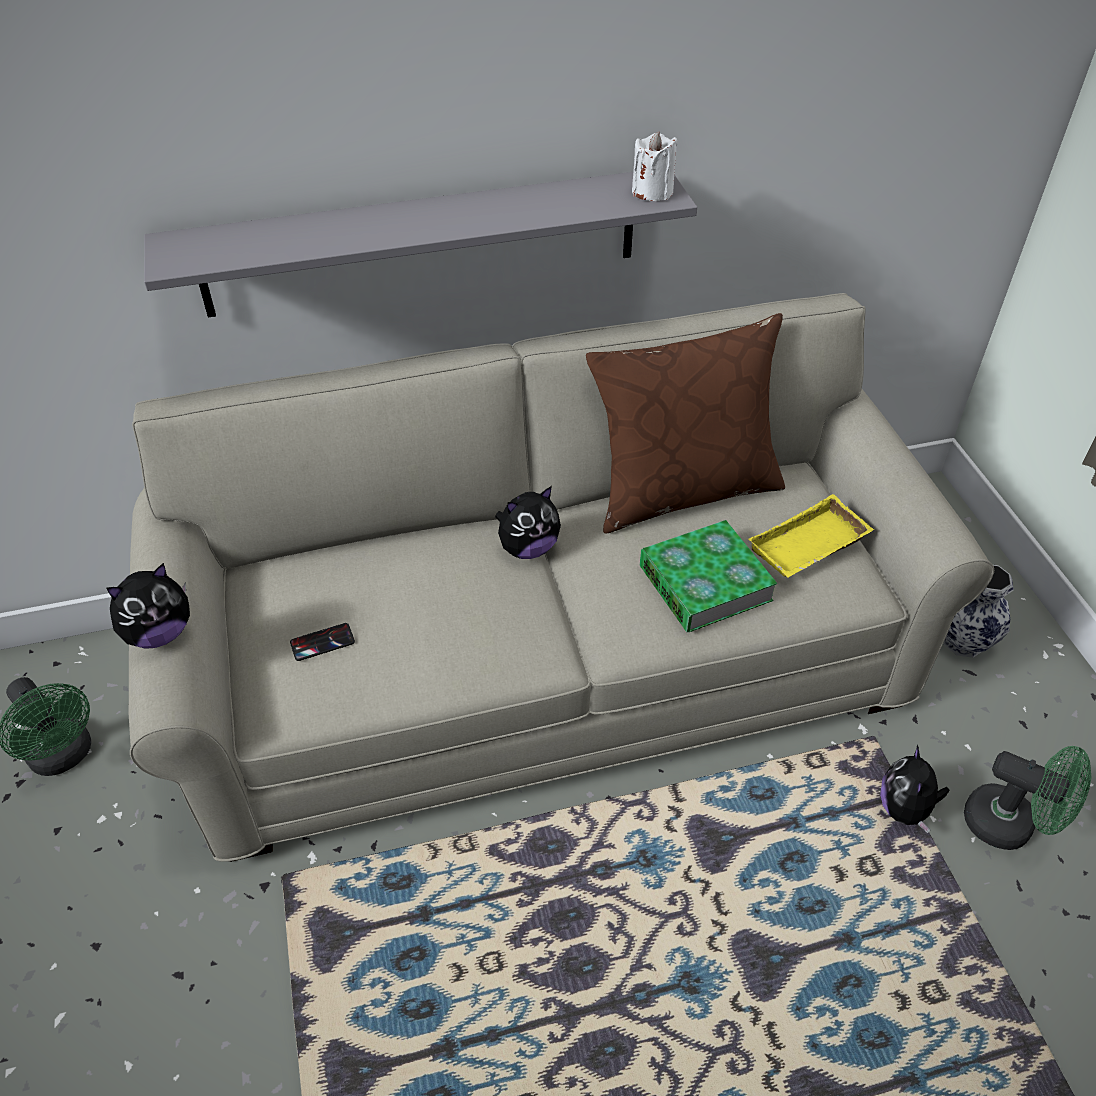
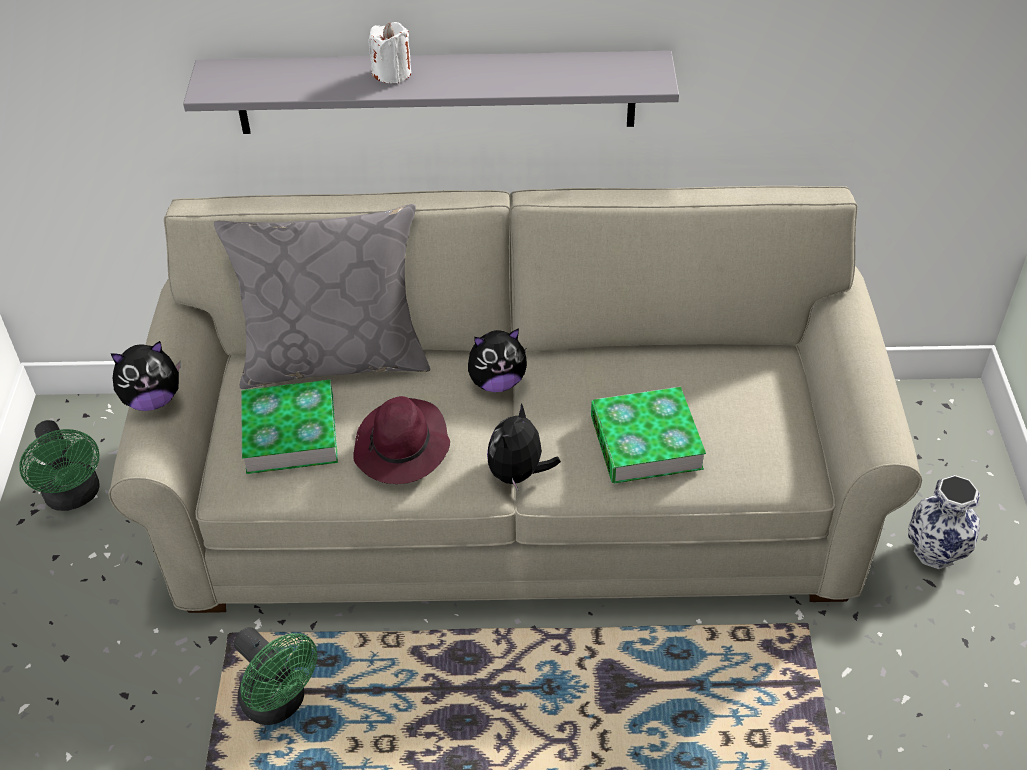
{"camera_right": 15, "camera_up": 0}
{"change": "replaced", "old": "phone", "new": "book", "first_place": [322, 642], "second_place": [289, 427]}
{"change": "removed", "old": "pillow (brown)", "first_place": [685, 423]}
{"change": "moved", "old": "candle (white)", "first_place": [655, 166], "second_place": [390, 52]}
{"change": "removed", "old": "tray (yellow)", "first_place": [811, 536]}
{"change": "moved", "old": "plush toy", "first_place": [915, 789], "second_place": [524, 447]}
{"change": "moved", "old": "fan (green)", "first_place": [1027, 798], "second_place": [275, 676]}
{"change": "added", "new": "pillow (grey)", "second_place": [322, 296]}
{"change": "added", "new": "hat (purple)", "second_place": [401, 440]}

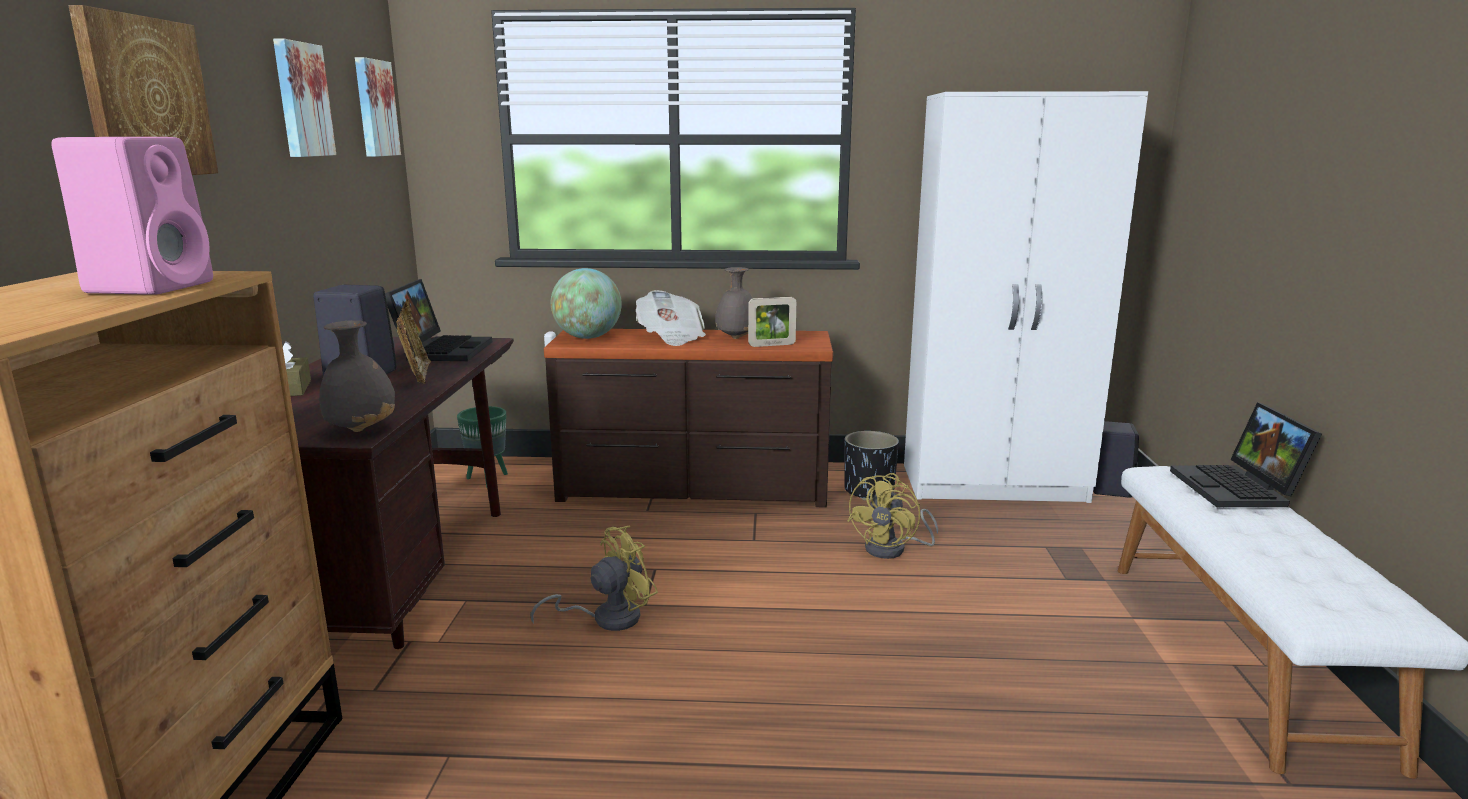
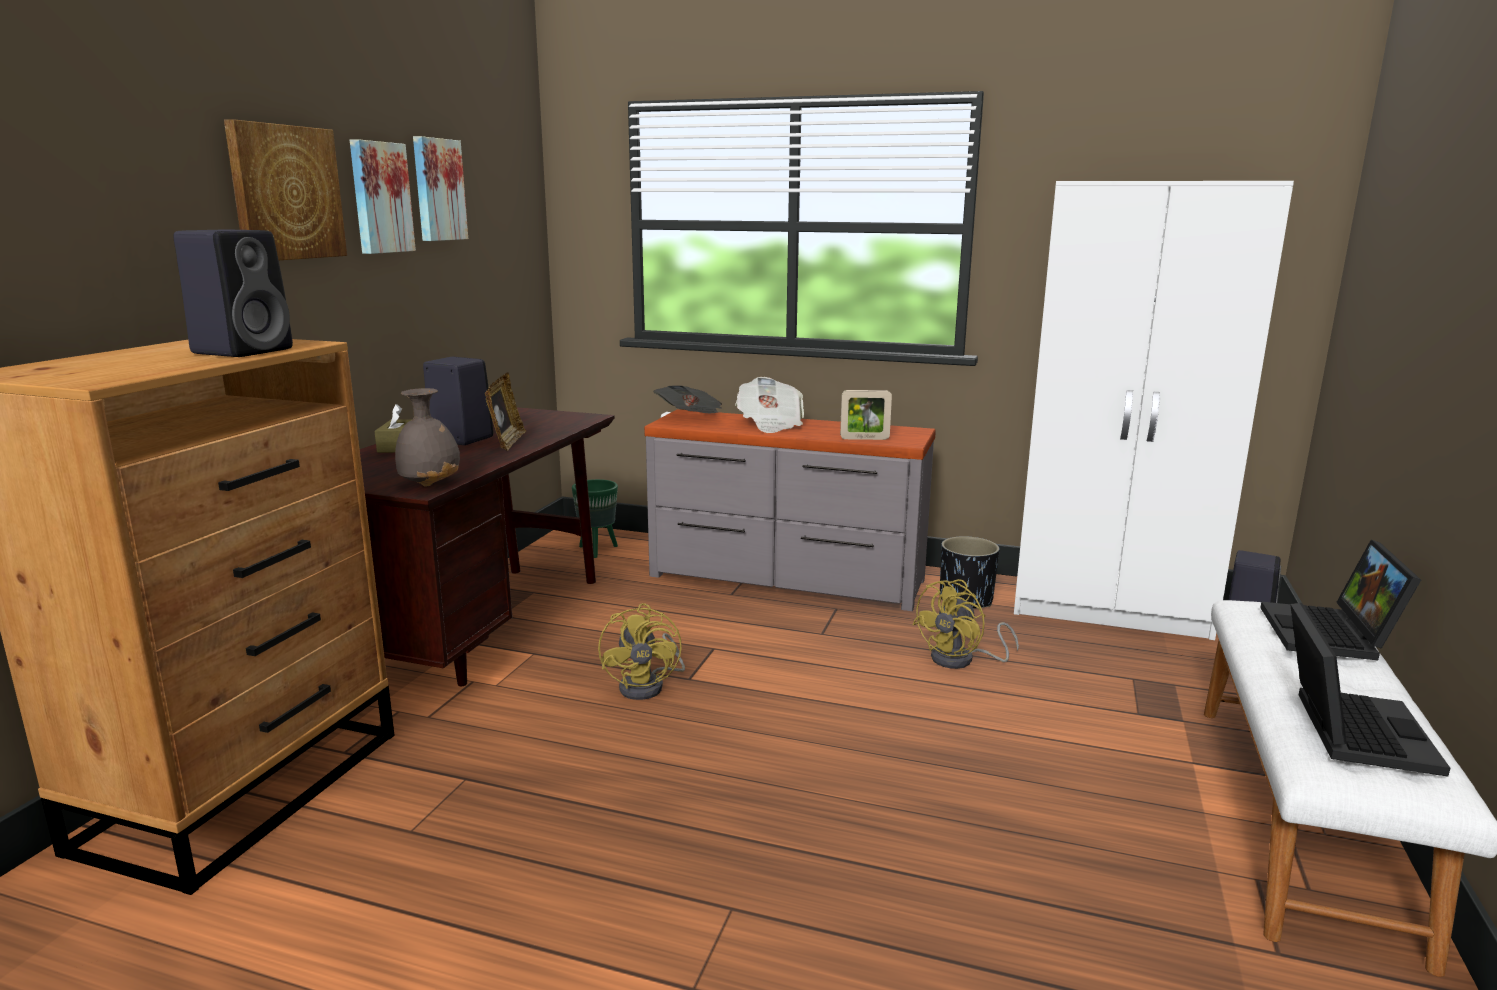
{"camera_right": 15, "camera_up": 0}
{"change": "recoloured", "old": "speaker (pink)", "new": "speaker (black)", "first_place": [132, 216], "second_place": [233, 293]}
{"change": "moved", "old": "picture", "first_place": [378, 107], "second_place": [383, 196]}
{"change": "moved", "old": "laptop", "first_place": [438, 320], "second_place": [1370, 690]}
{"change": "turned", "old": "fan (yellow)", "first_place": [594, 578], "second_place": [641, 651], "degrees": 105}
{"change": "recoloured", "old": "dresser (brown)", "new": "dresser (grey)", "first_place": [688, 418], "second_place": [790, 510]}
{"change": "replaced", "old": "globe", "new": "newspaper", "first_place": [586, 303], "second_place": [687, 399]}
{"change": "removed", "old": "vase (grey)", "first_place": [734, 303]}

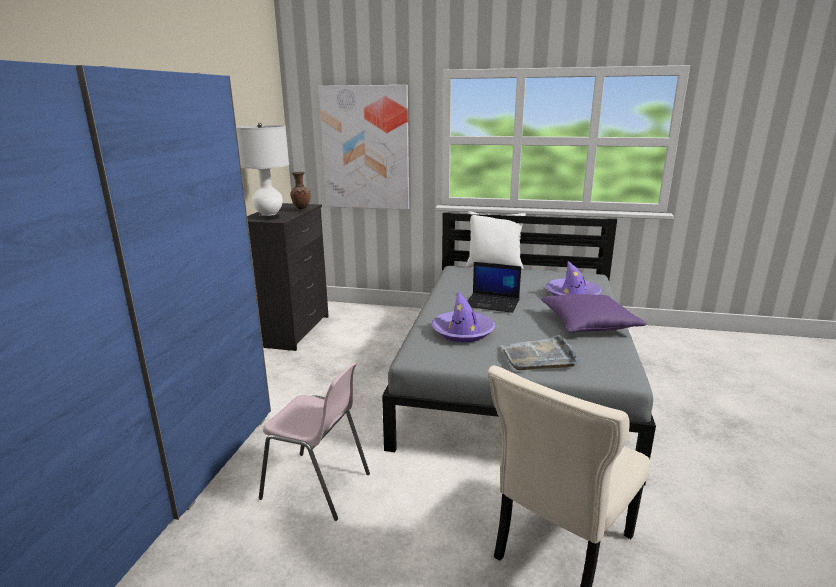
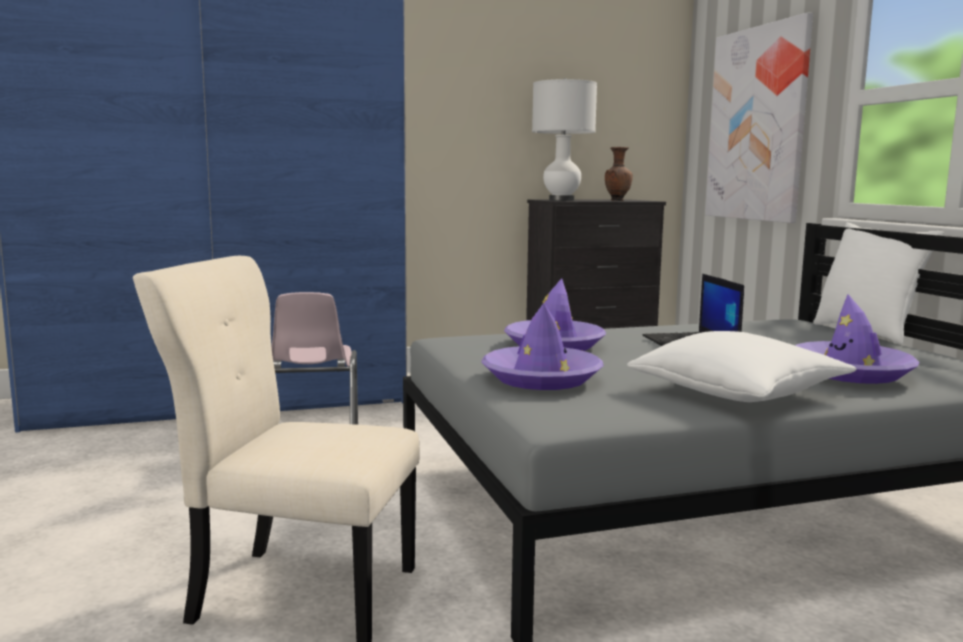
{"camera_right": 60, "camera_up": -10}
{"change": "replaced", "old": "tray (grey)", "new": "hat (purple)", "first_place": [540, 352], "second_place": [542, 346]}
{"change": "recoloured", "old": "pillow (purple)", "new": "pillow (white)", "first_place": [593, 313], "second_place": [742, 366]}

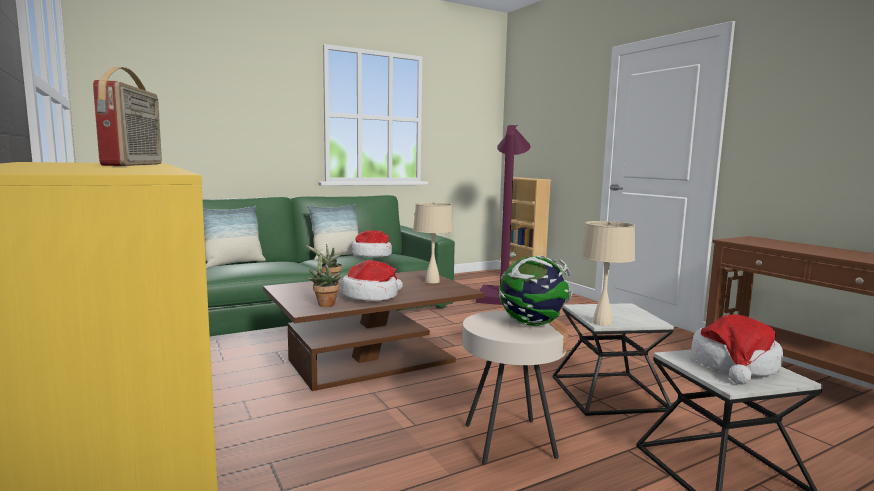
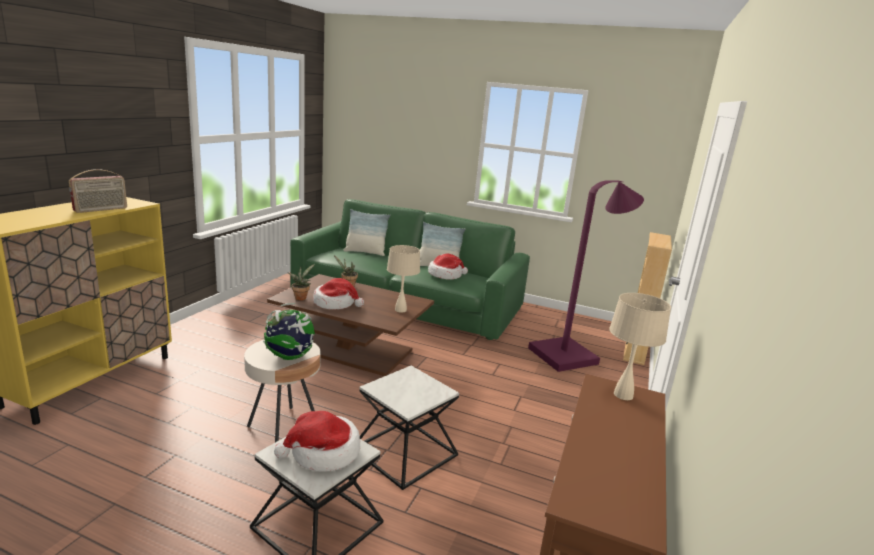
{"camera_right": 50, "camera_up": 10}
{"change": "moved", "old": "table lamp (beige)", "first_place": [607, 273], "second_place": [640, 346]}

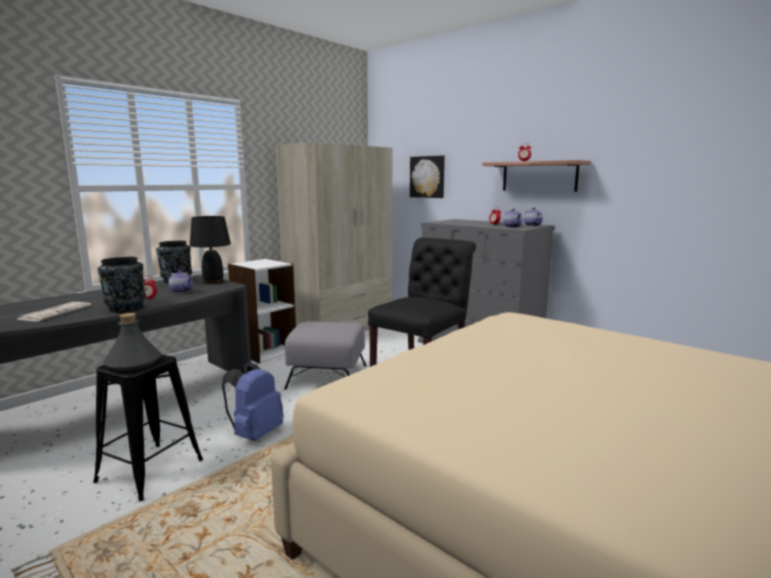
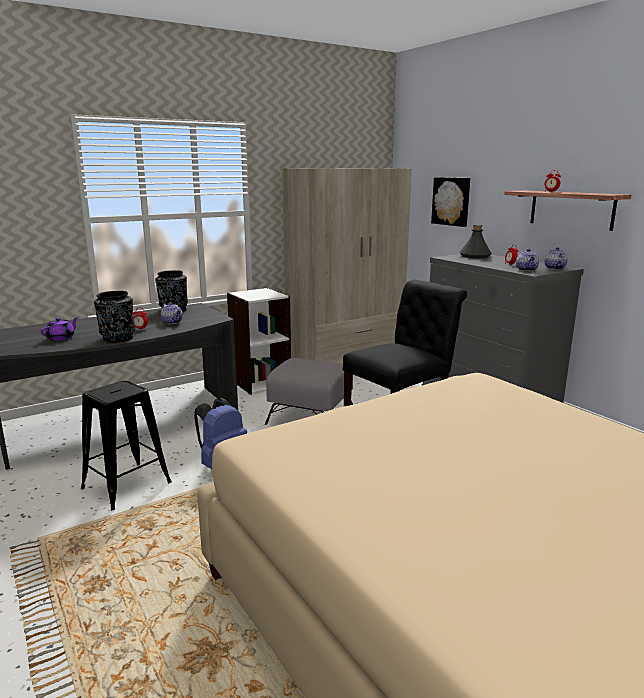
{"camera_right": 15, "camera_up": 5}
{"change": "replaced", "old": "newspaper", "new": "teapot (purple)", "first_place": [53, 311], "second_place": [60, 329]}
{"change": "moved", "old": "bottle (grey)", "first_place": [132, 342], "second_place": [475, 241]}
{"change": "removed", "old": "table lamp (black)", "first_place": [210, 250]}

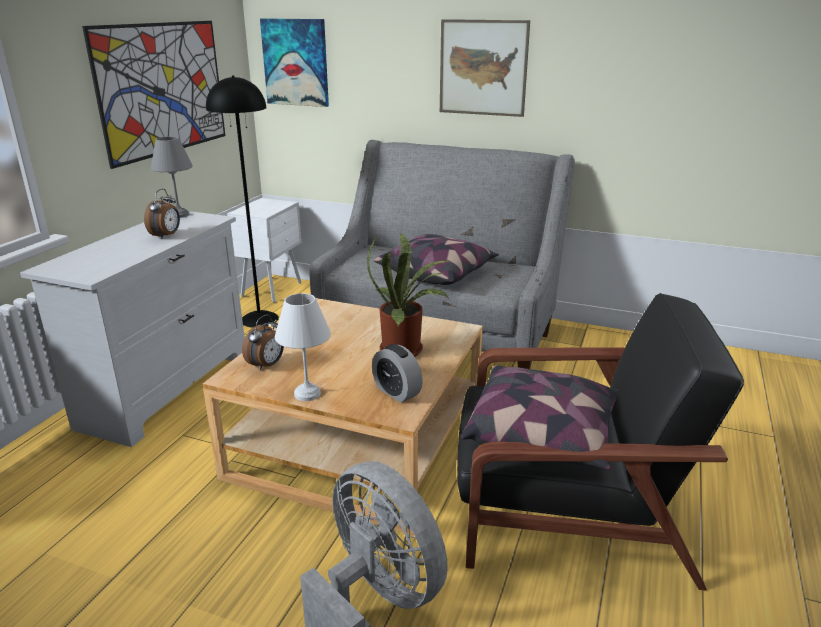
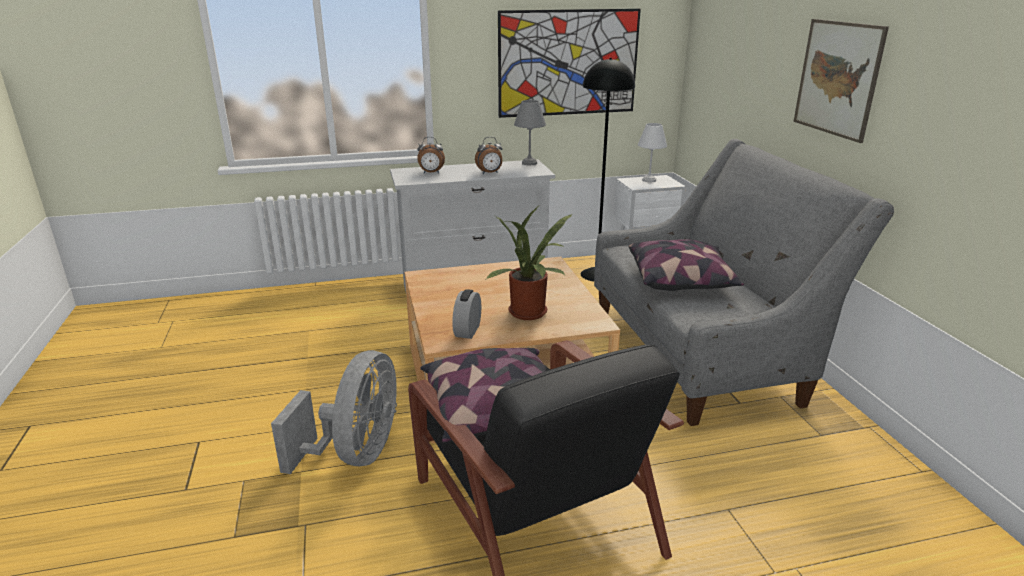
{"camera_right": 55, "camera_up": 0}
{"change": "moved", "old": "alarm clock", "first_place": [263, 343], "second_place": [431, 155]}
{"change": "removed", "old": "picture", "first_place": [294, 62]}
{"change": "moved", "old": "table lamp (white)", "first_place": [303, 347], "second_place": [652, 152]}

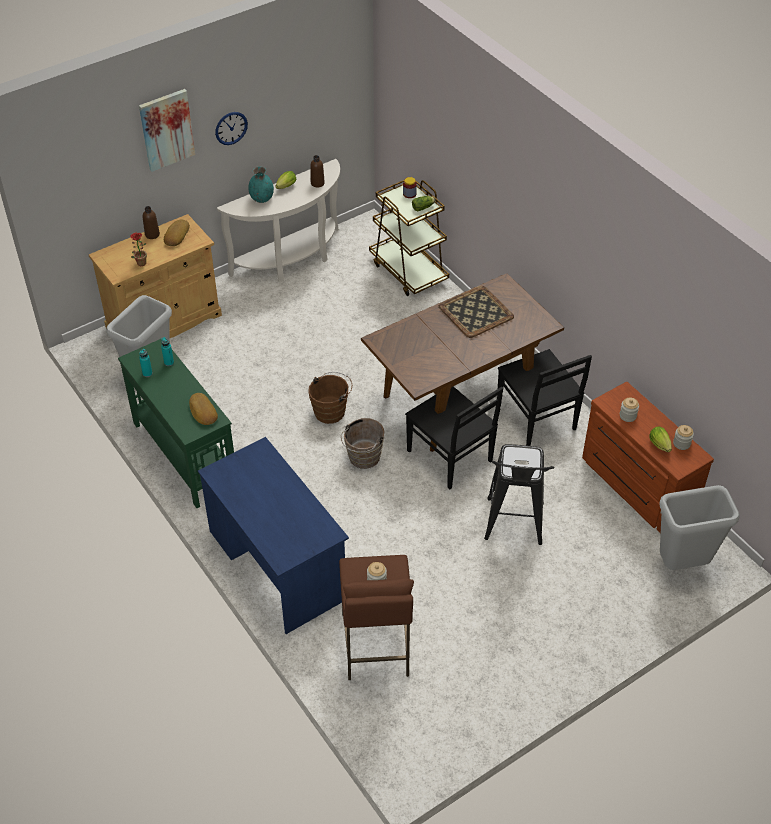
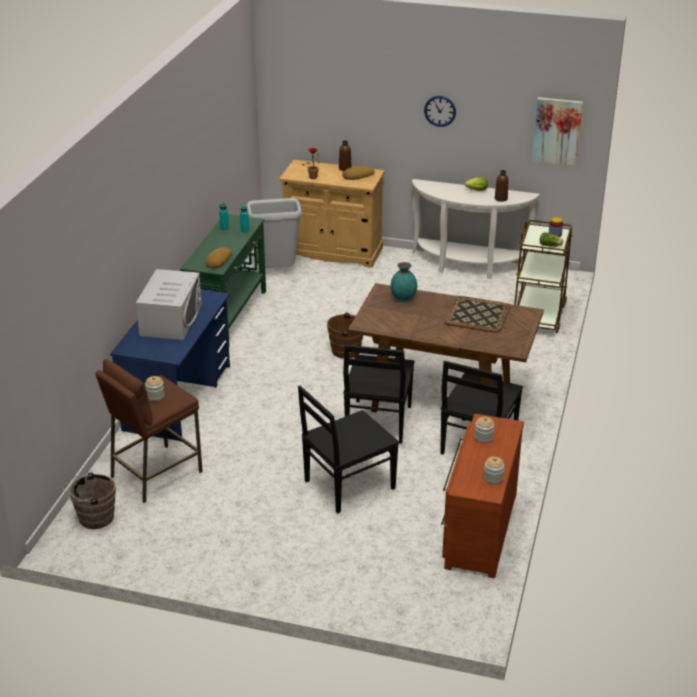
{"camera_right": 50, "camera_up": -15}
{"change": "moved", "old": "picture", "first_place": [167, 130], "second_place": [557, 131]}
{"change": "moved", "old": "vase (turquoise)", "first_place": [261, 185], "second_place": [403, 281]}
{"change": "moved", "old": "bucket (brown)", "first_place": [362, 443], "second_place": [89, 500]}
{"change": "replaced", "old": "stool (black)", "new": "chair (black)", "first_place": [519, 494], "second_place": [348, 449]}
{"change": "removed", "old": "lettuce", "first_place": [660, 439]}
{"change": "removed", "old": "trash can (grey)", "first_place": [699, 527]}
{"change": "added", "new": "microwave (white)", "second_place": [169, 304]}

